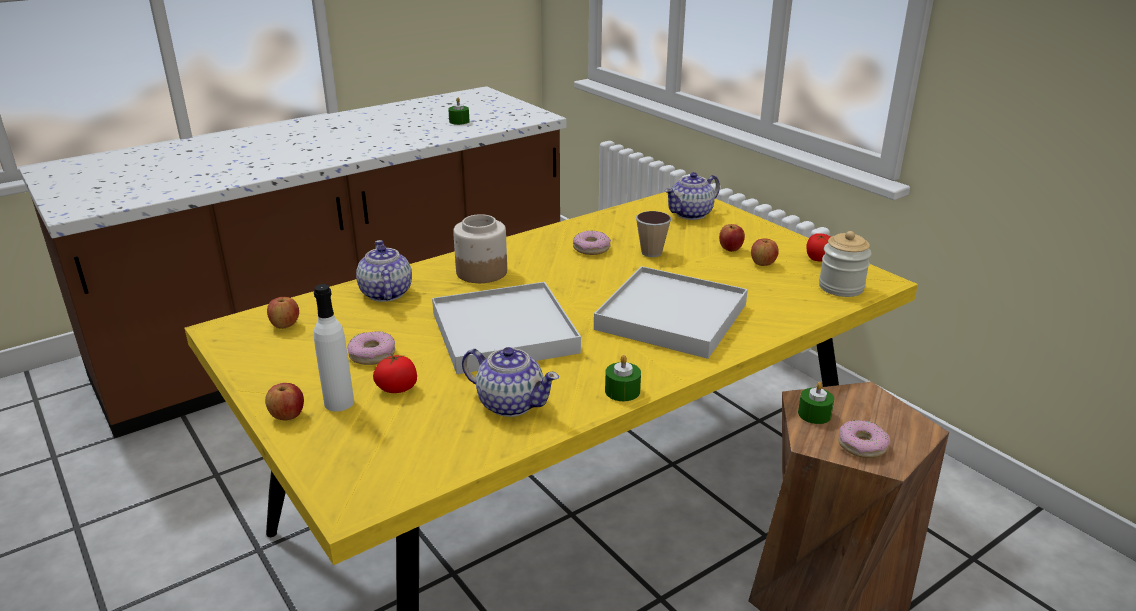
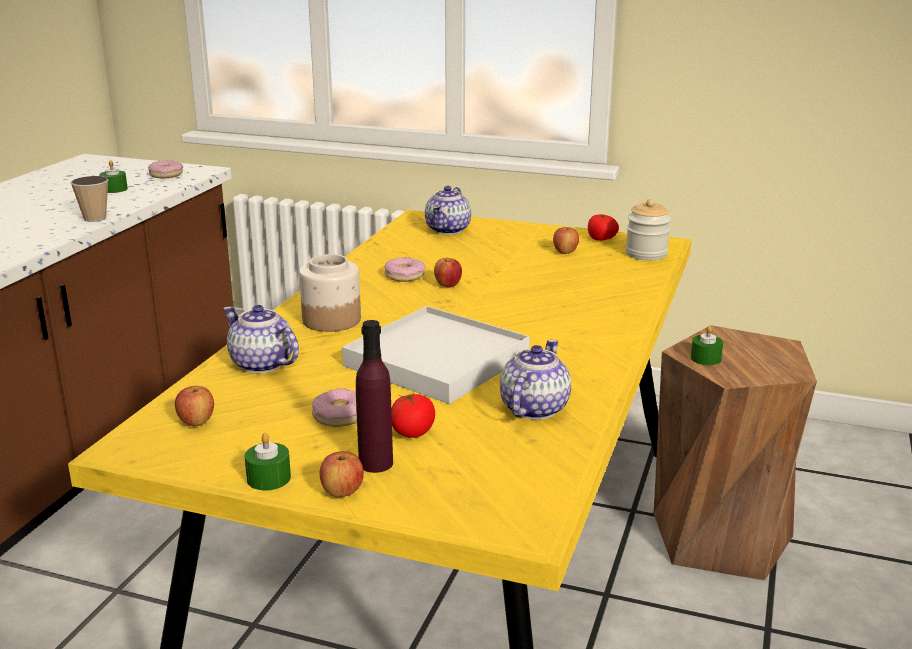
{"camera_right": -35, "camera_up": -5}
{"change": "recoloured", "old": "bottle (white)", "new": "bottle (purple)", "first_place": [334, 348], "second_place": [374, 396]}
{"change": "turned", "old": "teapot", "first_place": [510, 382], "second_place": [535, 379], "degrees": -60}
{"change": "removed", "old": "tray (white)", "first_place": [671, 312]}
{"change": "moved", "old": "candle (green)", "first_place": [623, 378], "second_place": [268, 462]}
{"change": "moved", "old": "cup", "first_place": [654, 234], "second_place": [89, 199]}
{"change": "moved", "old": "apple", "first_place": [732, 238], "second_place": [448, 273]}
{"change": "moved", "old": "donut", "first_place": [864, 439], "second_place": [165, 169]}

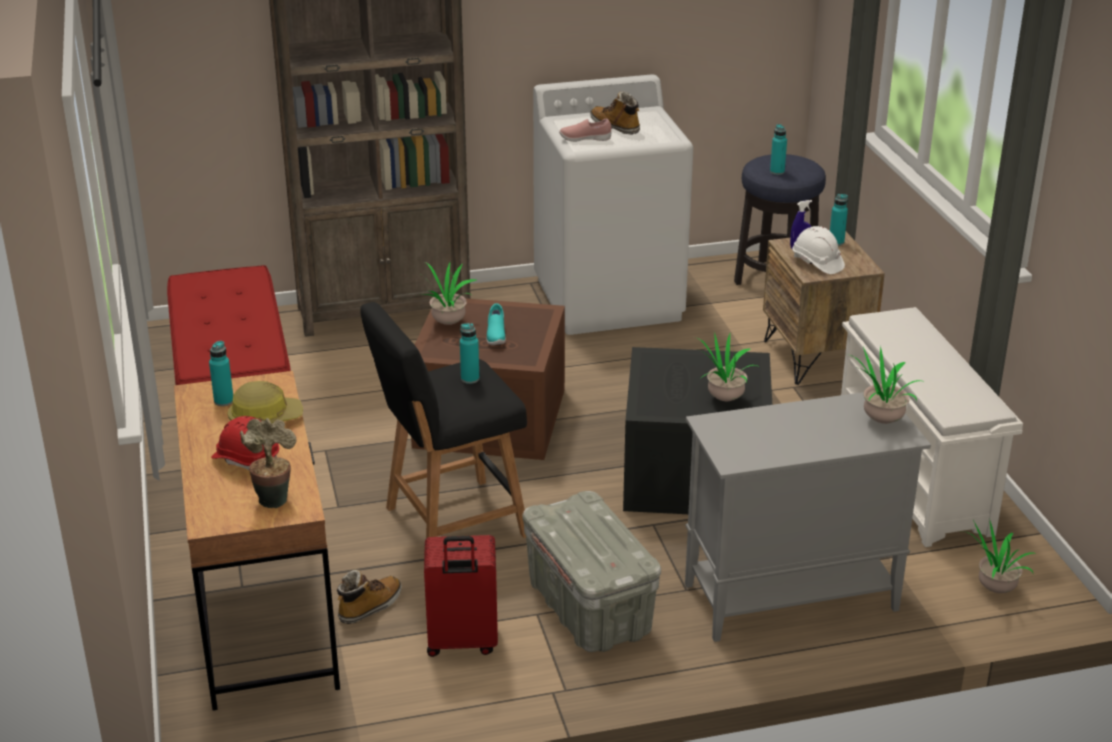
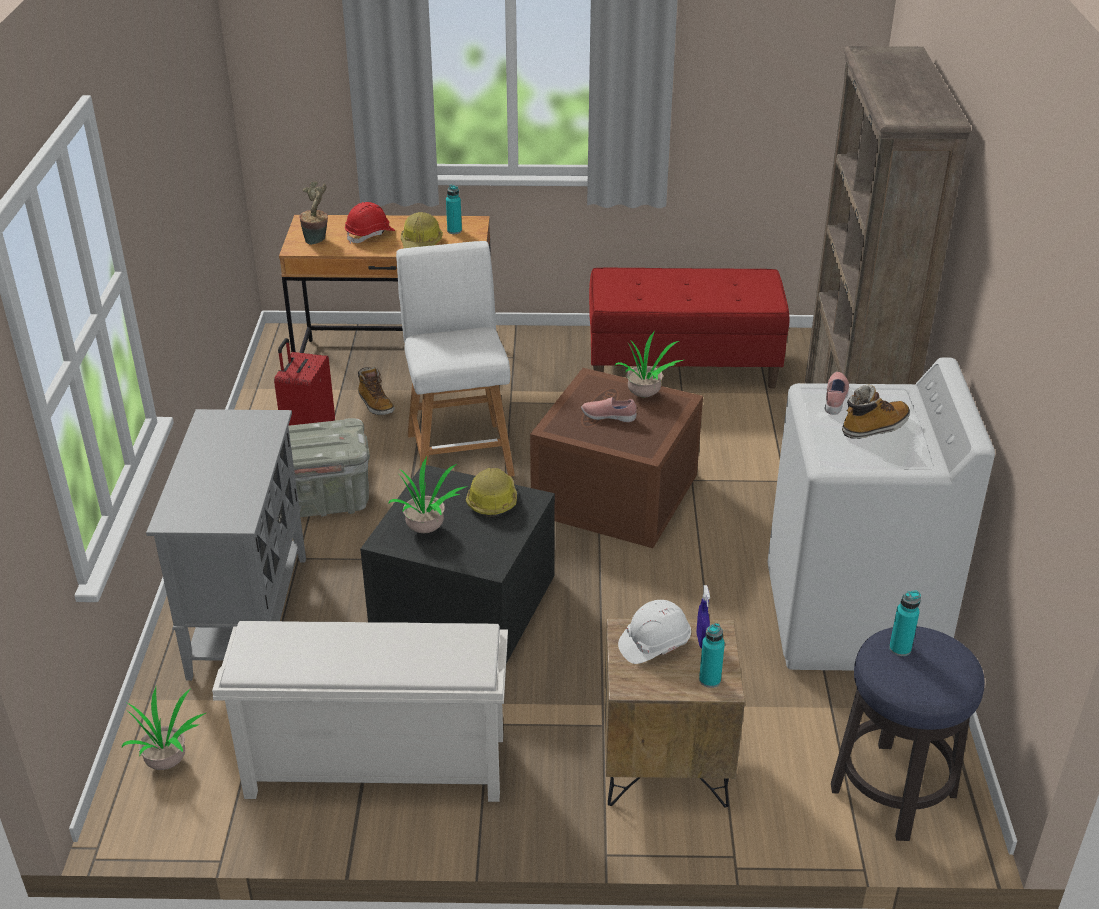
{"camera_right": 105, "camera_up": 5}
{"change": "recoloured", "old": "stool (black)", "new": "stool (white)", "first_place": [443, 420], "second_place": [455, 359]}
{"change": "removed", "old": "bottle (turquoise)", "first_place": [469, 353]}
{"change": "recoloured", "old": "shoe (turquoise)", "new": "shoe (pink)", "first_place": [496, 324], "second_place": [609, 409]}
{"change": "removed", "old": "potted plant", "first_place": [886, 384]}
{"change": "added", "new": "hard hat", "second_place": [491, 492]}

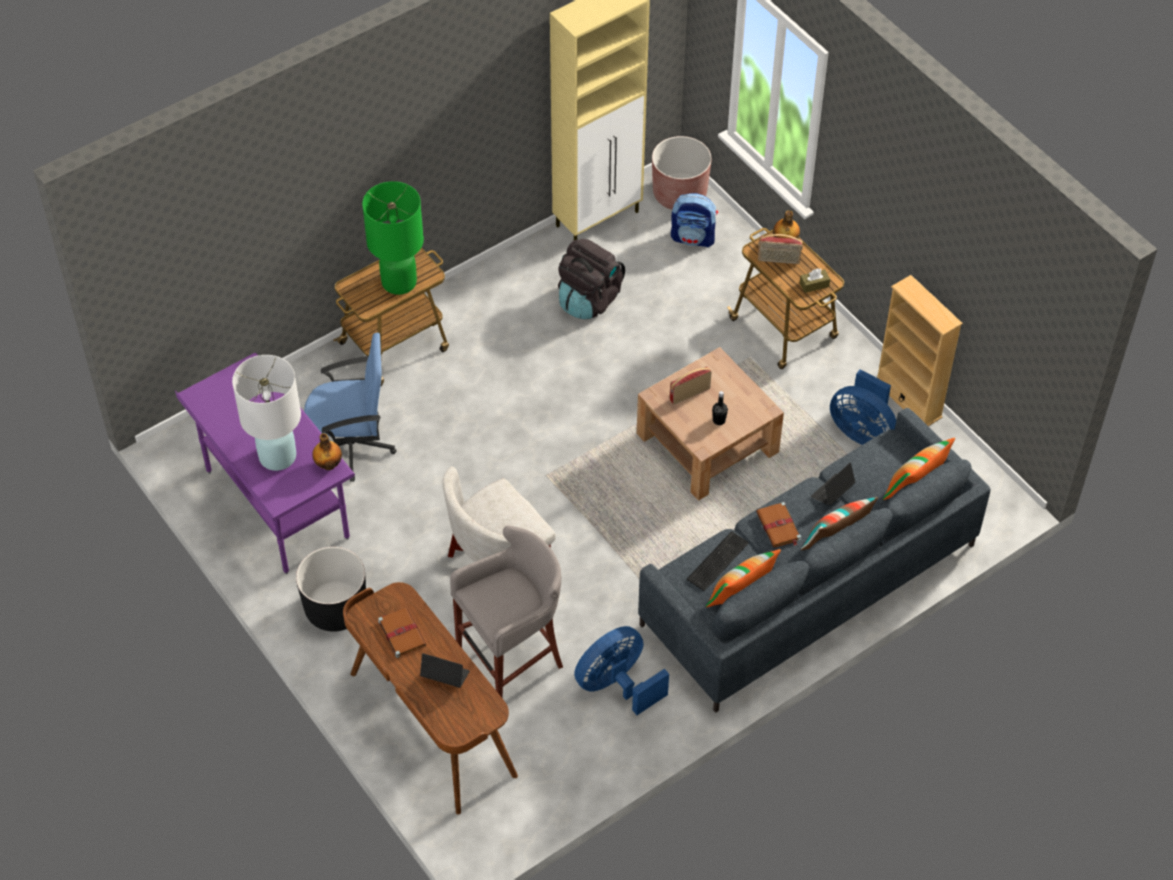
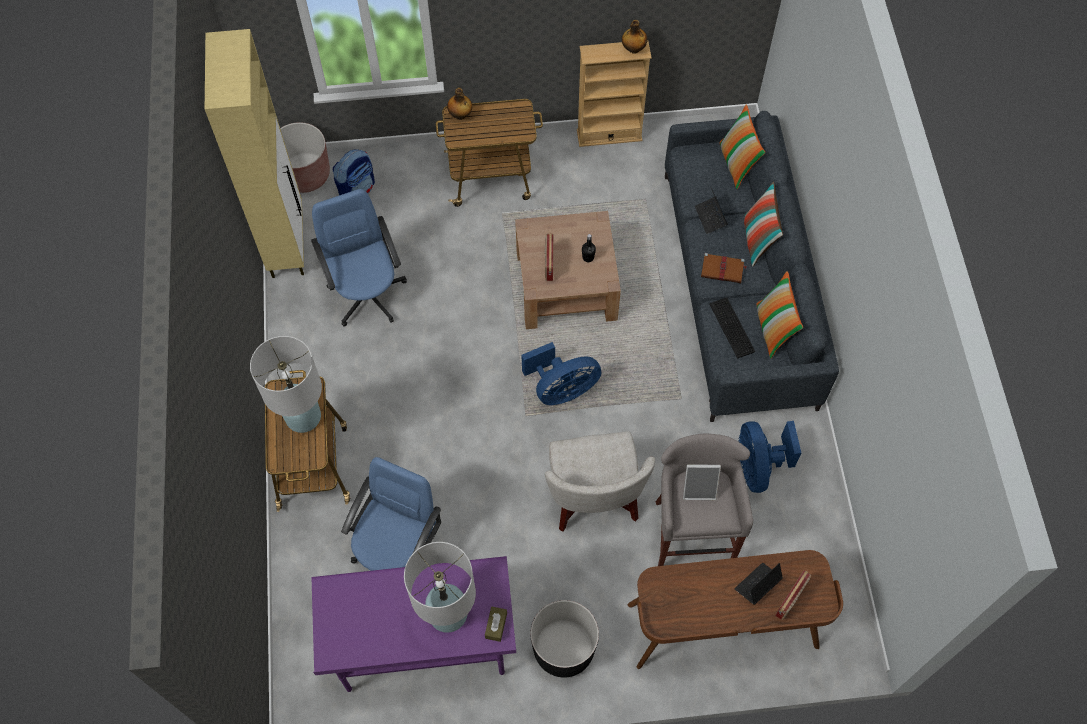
{"camera_right": -60, "camera_up": 10}
{"change": "moved", "old": "bottle", "first_place": [327, 451], "second_place": [635, 37]}
{"change": "recoloured", "old": "table lamp (green)", "new": "table lamp (white)", "first_place": [393, 238], "second_place": [286, 384]}
{"change": "removed", "old": "book (brown)", "first_place": [402, 632]}
{"change": "replaced", "old": "backpack (black)", "new": "office chair (blue)", "first_place": [591, 279], "second_place": [359, 257]}
{"change": "moved", "old": "radio", "first_place": [780, 249], "second_place": [793, 595]}
{"change": "moved", "old": "tissue box (brown)", "first_place": [815, 280], "second_place": [496, 624]}
{"change": "moved", "old": "fan (blue)", "first_place": [863, 407], "second_place": [561, 373]}
{"change": "added", "new": "picture frame", "second_place": [702, 482]}

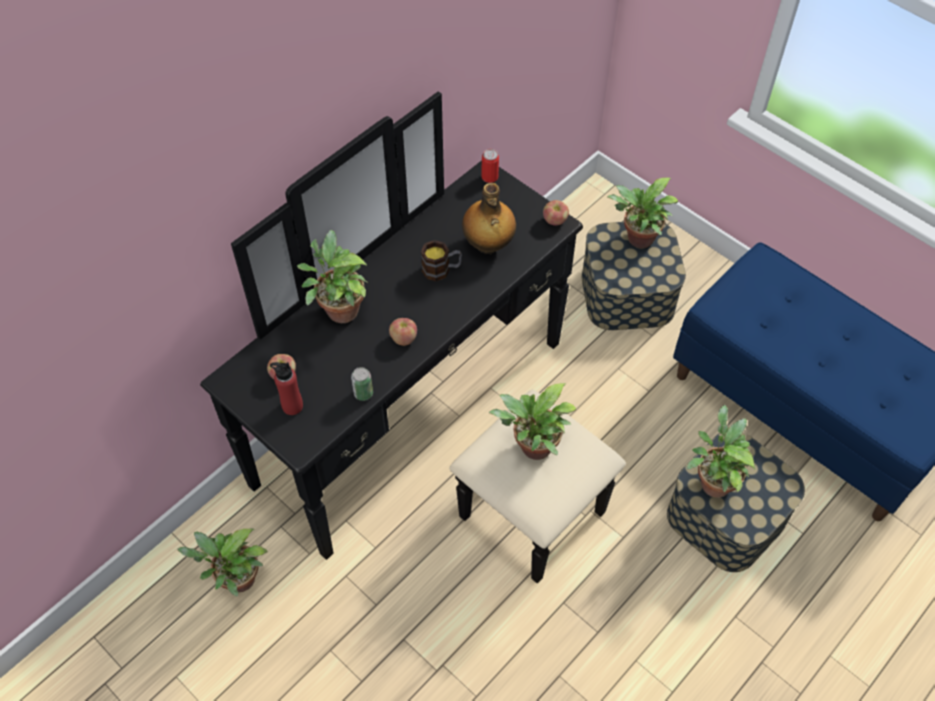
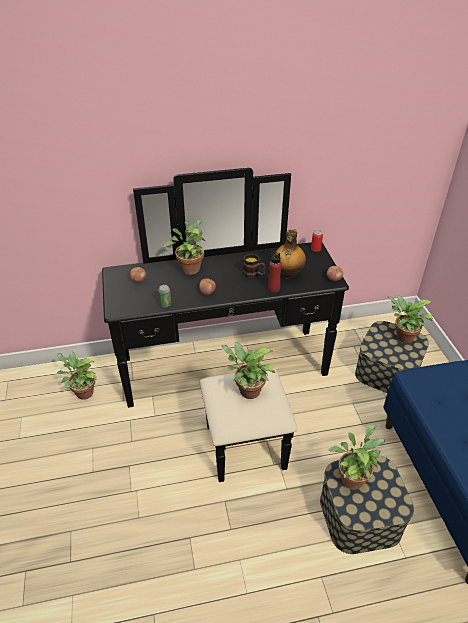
{"camera_right": 35, "camera_up": -15}
{"change": "moved", "old": "bottle (red)", "first_place": [286, 388], "second_place": [275, 271]}

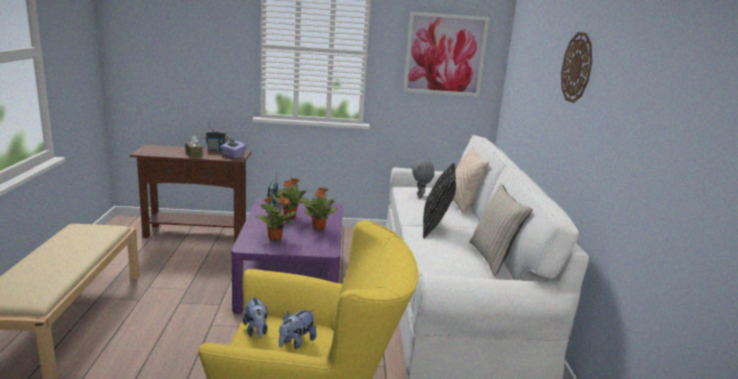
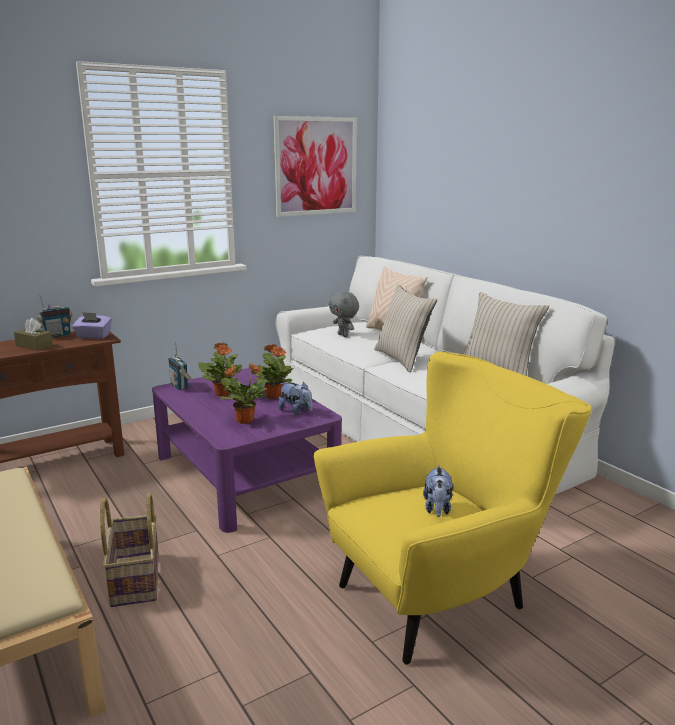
{"camera_right": -30, "camera_up": 0}
{"change": "moved", "old": "plush toy", "first_place": [255, 317], "second_place": [295, 398]}
{"change": "recoloured", "old": "pillow (black)", "new": "pillow (beige)", "first_place": [439, 200], "second_place": [405, 329]}
{"change": "removed", "old": "wall clock", "first_place": [576, 67]}
{"change": "added", "new": "basket", "second_place": [129, 550]}

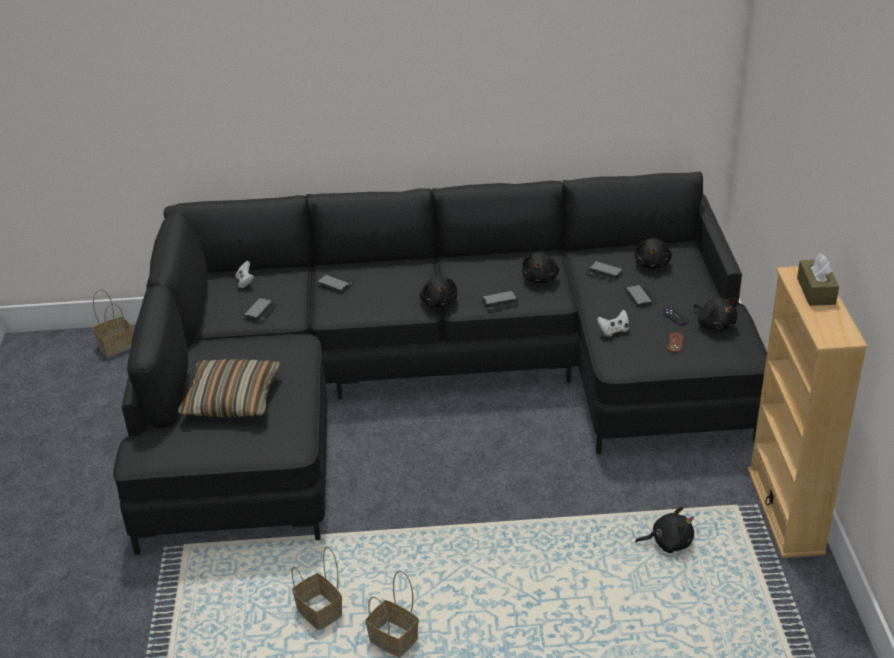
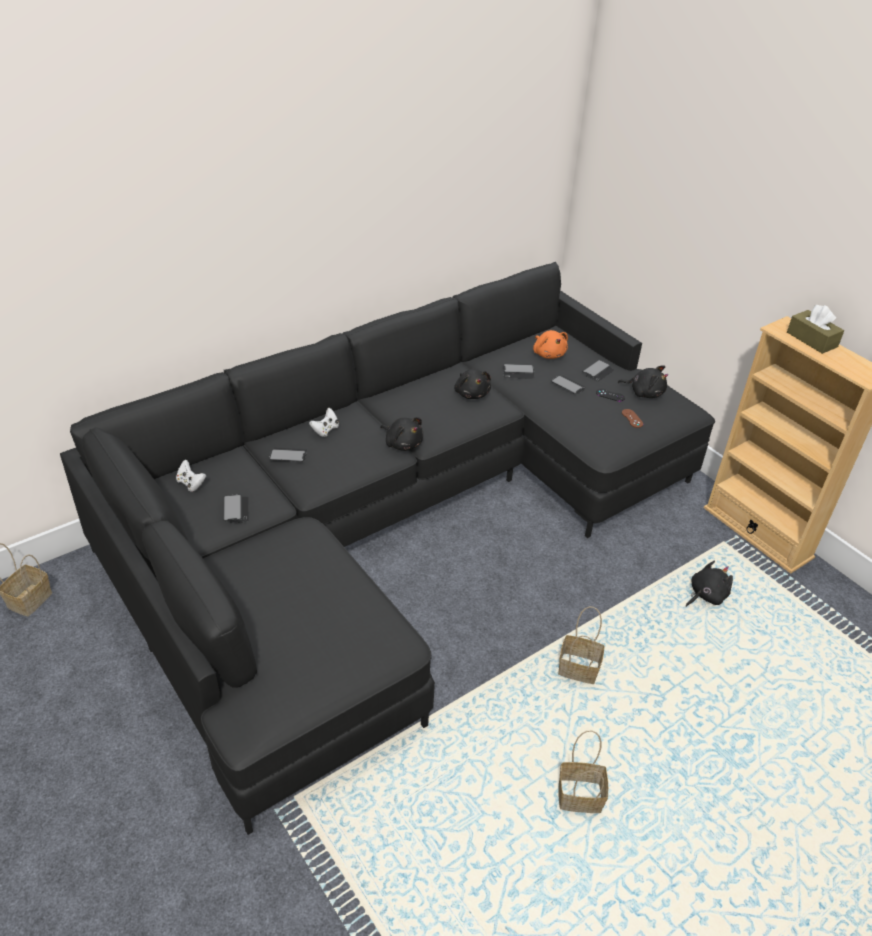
{"camera_right": -35, "camera_up": 5}
{"change": "removed", "old": "pillow", "first_place": [229, 388]}
{"change": "moved", "old": "basket", "first_place": [316, 588], "second_place": [581, 645]}
{"change": "moved", "old": "phone", "first_place": [500, 300], "second_place": [598, 371]}
{"change": "moved", "old": "game controller (white)", "first_place": [613, 323], "second_place": [324, 422]}
{"change": "recoloured", "old": "plush toy (black)", "new": "plush toy (orange)", "first_place": [653, 253], "second_place": [550, 344]}

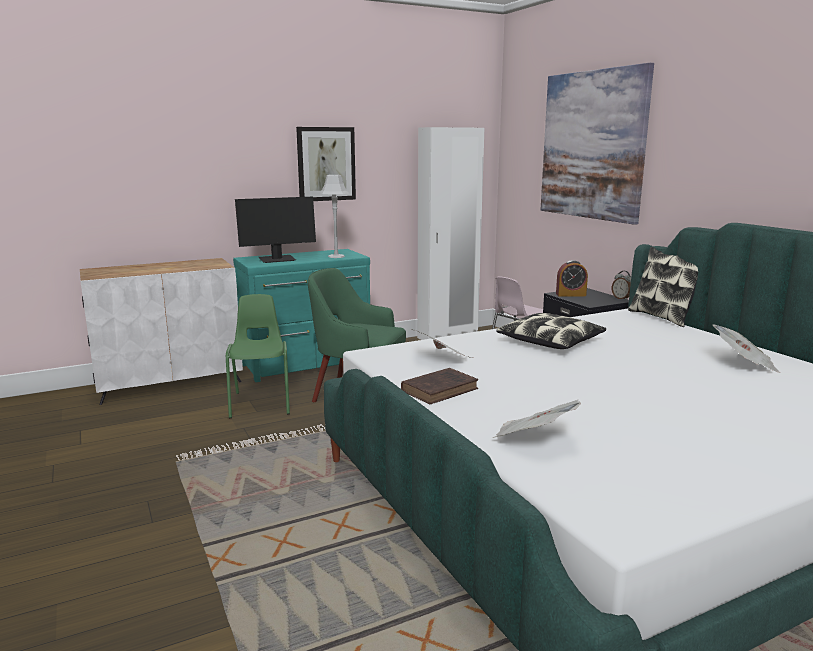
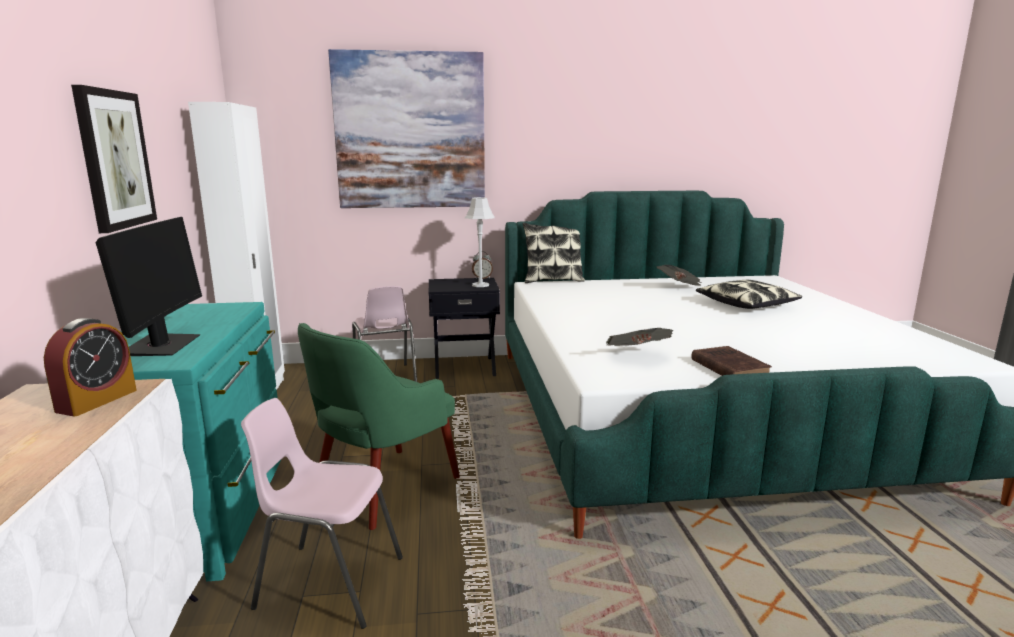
{"camera_right": -70, "camera_up": 0}
{"change": "recoloured", "old": "chair (green)", "new": "chair (pink)", "first_place": [258, 356], "second_place": [322, 513]}
{"change": "moved", "old": "table lamp (grey)", "first_place": [334, 216], "second_place": [480, 242]}
{"change": "removed", "old": "newspaper", "first_place": [537, 419]}
{"change": "moved", "old": "pillow", "first_place": [551, 331], "second_place": [749, 294]}
{"change": "moved", "old": "alarm clock", "first_place": [572, 278], "second_place": [90, 367]}

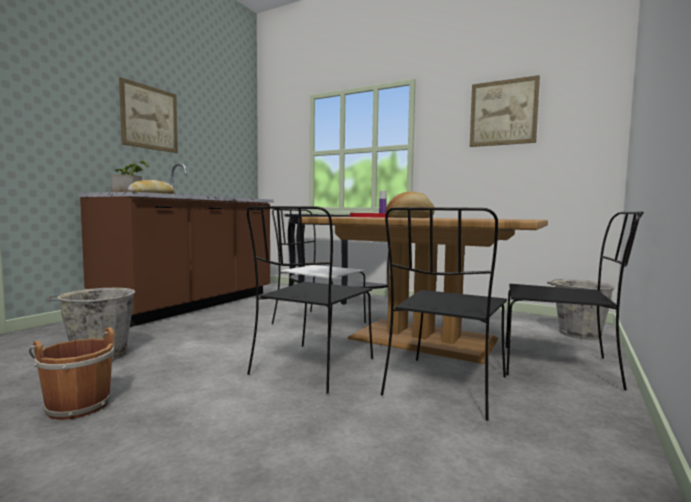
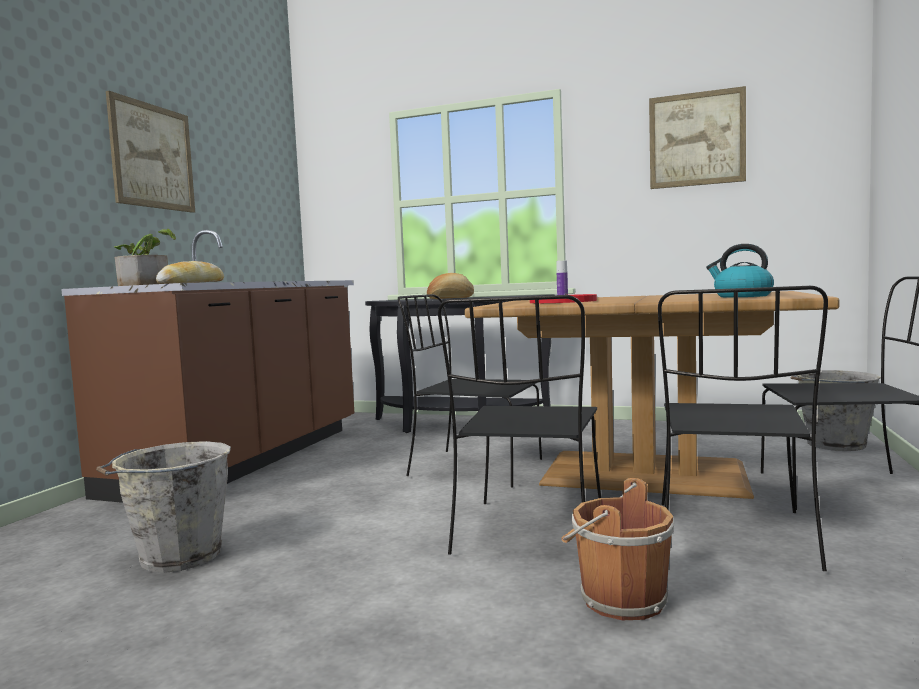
{"camera_right": -10, "camera_up": 0}
{"change": "moved", "old": "bucket (brown)", "first_place": [71, 373], "second_place": [618, 549]}
{"change": "recoloured", "old": "chair (white)", "new": "chair (black)", "first_place": [319, 273], "second_place": [470, 390]}
{"change": "moved", "old": "bread", "first_place": [410, 205], "second_place": [450, 286]}
{"change": "added", "new": "kettle", "second_place": [740, 270]}

